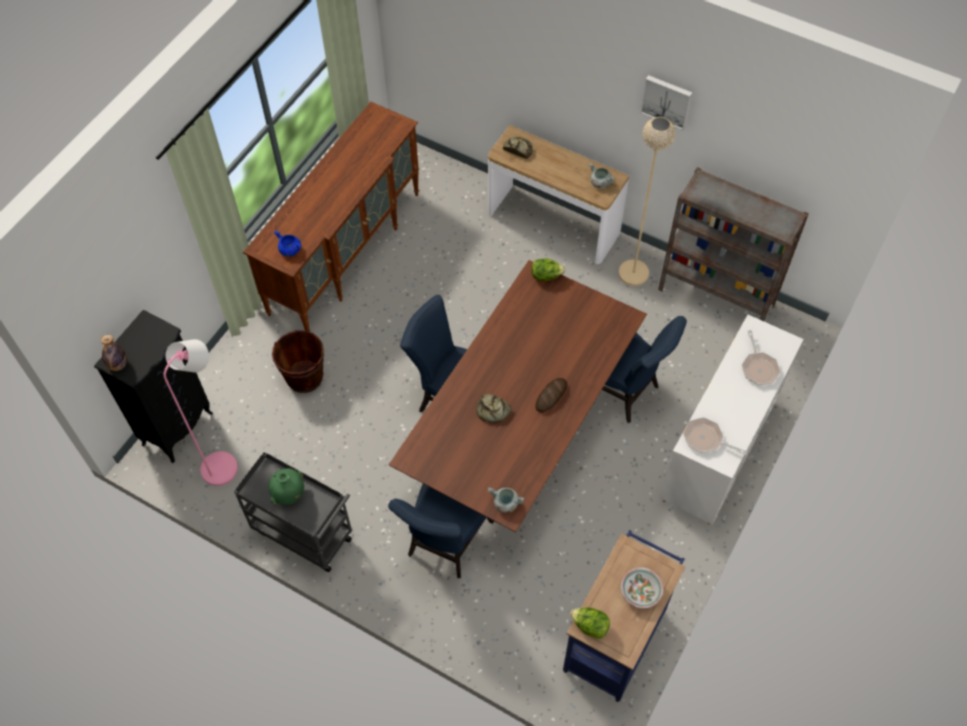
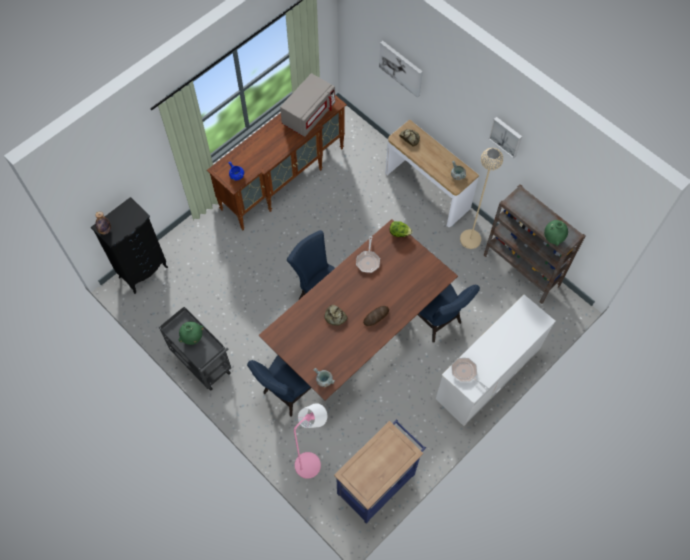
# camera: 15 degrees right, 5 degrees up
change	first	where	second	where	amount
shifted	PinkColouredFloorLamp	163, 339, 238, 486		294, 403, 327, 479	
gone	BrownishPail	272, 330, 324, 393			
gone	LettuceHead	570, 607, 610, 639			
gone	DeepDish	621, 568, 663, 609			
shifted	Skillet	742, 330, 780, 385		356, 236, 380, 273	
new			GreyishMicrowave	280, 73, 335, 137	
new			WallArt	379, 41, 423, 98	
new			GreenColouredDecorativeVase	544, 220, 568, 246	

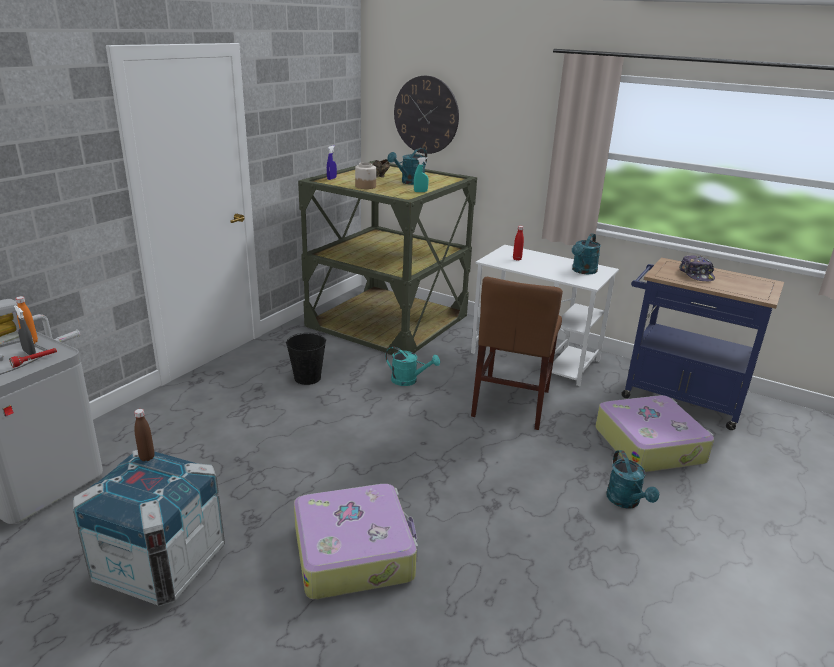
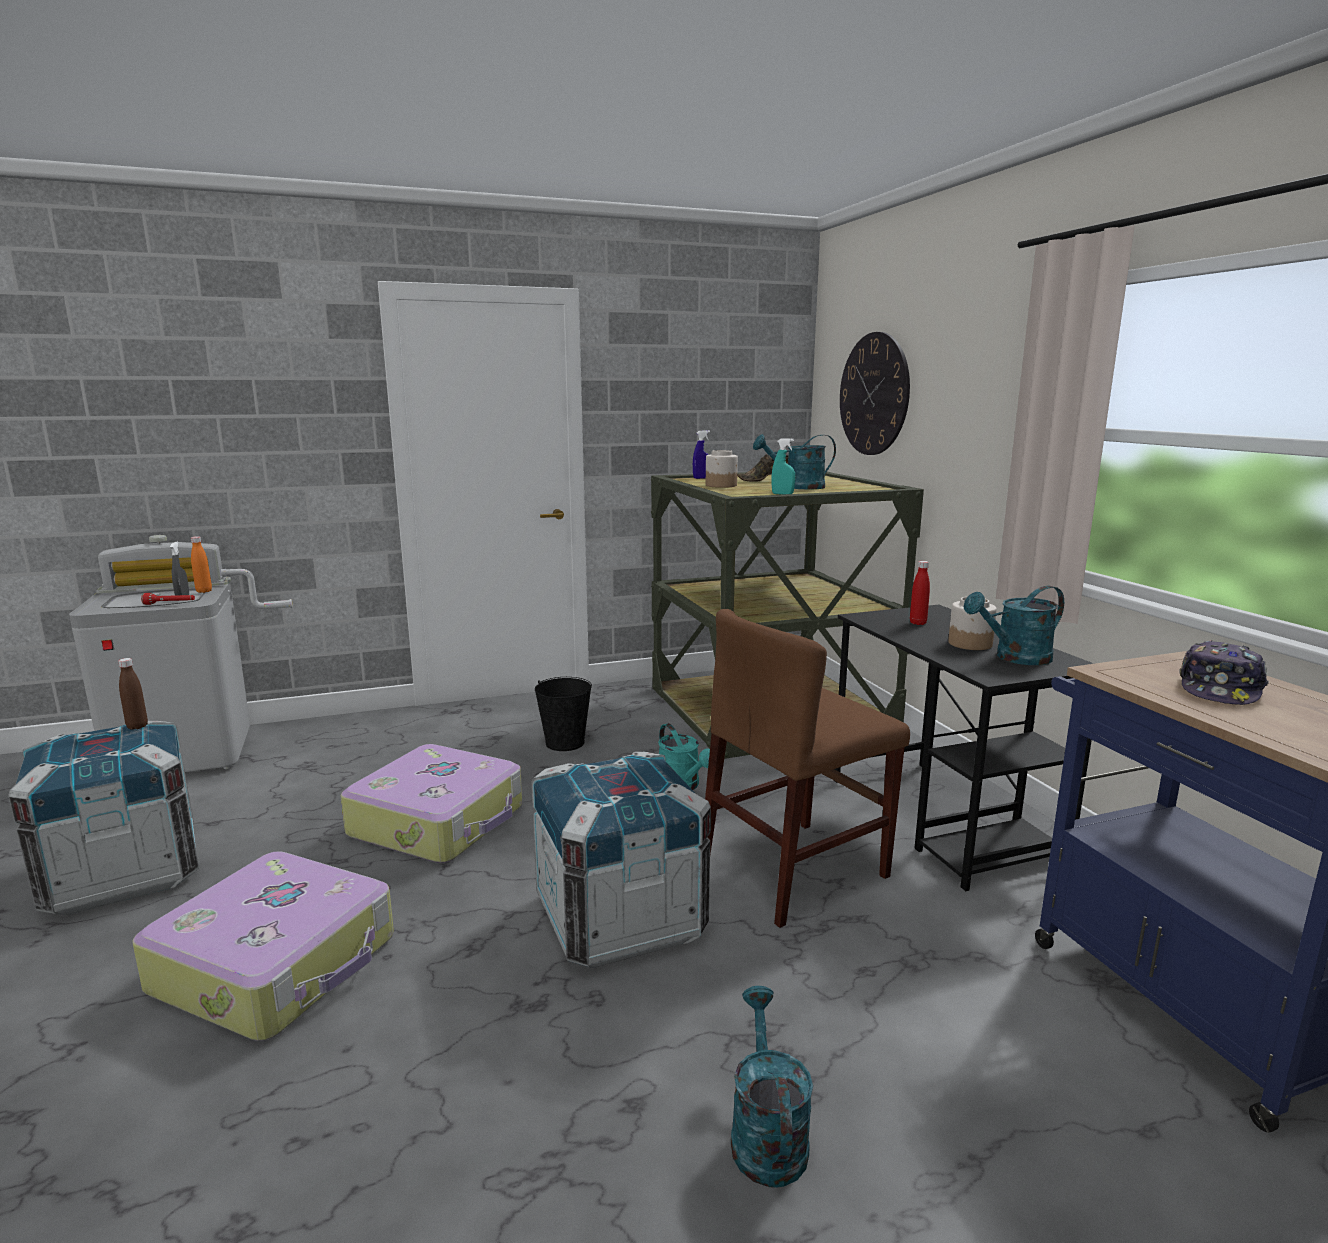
# camera: 40 degrees right, 10 degrees down
change	first	where	second	where	amount
repainted	WhitishDesk	471, 245, 619, 386	BlackColouredDesk	834, 605, 1094, 891	
shifted	PieceOfLuggage	595, 395, 714, 473		341, 744, 522, 863	
rotated	BlueGreenWateringCan	606, 450, 659, 509		731, 986, 813, 1188	150 degrees clockwise
new			Crate	531, 752, 711, 968	
new			StorageJar	948, 597, 997, 650	

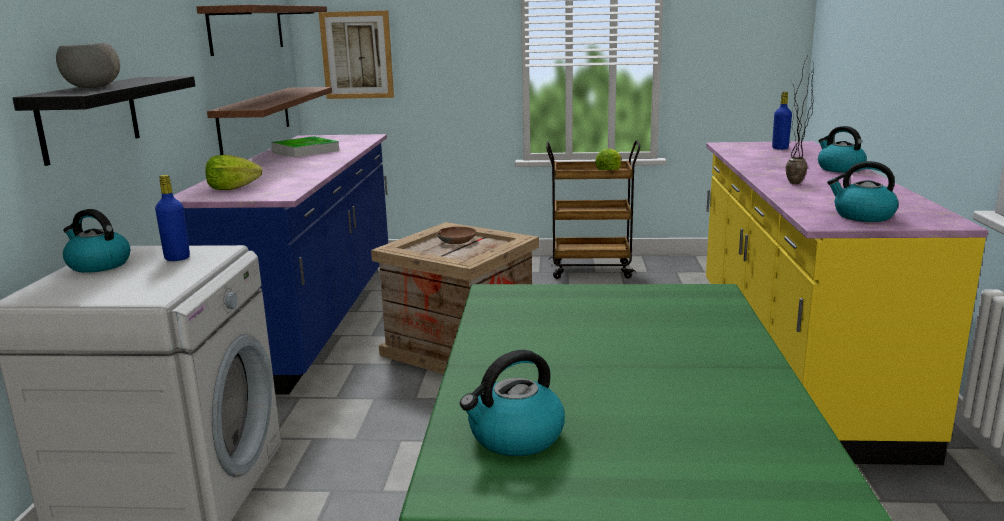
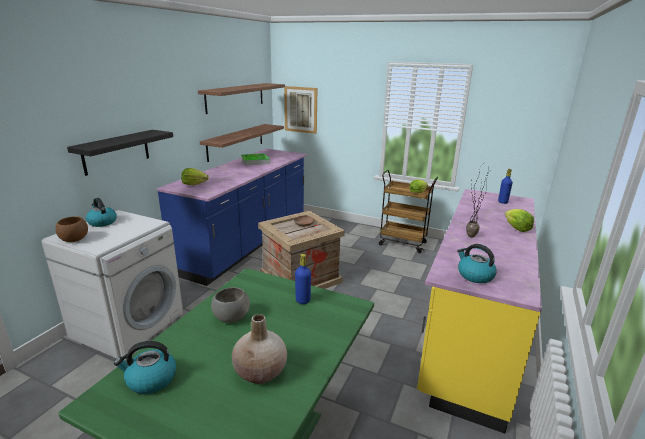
# camera: 20 degrees right, 5 degrees up
change	first	where	second	where	amount
shifted	GreyishDeepDish	56, 43, 120, 88		211, 287, 250, 323	
shifted	BlueBottle	155, 175, 190, 261		295, 254, 311, 304	
swapped	Kettle	818, 126, 867, 173	LettuceHead	505, 209, 534, 232	
new			BrownishDeepDish	55, 216, 88, 242	
new			SandColouredDecorativeVase	232, 314, 287, 384	

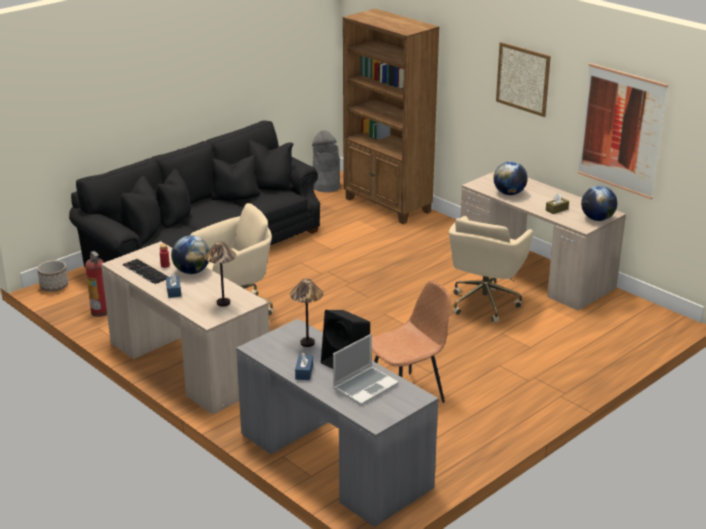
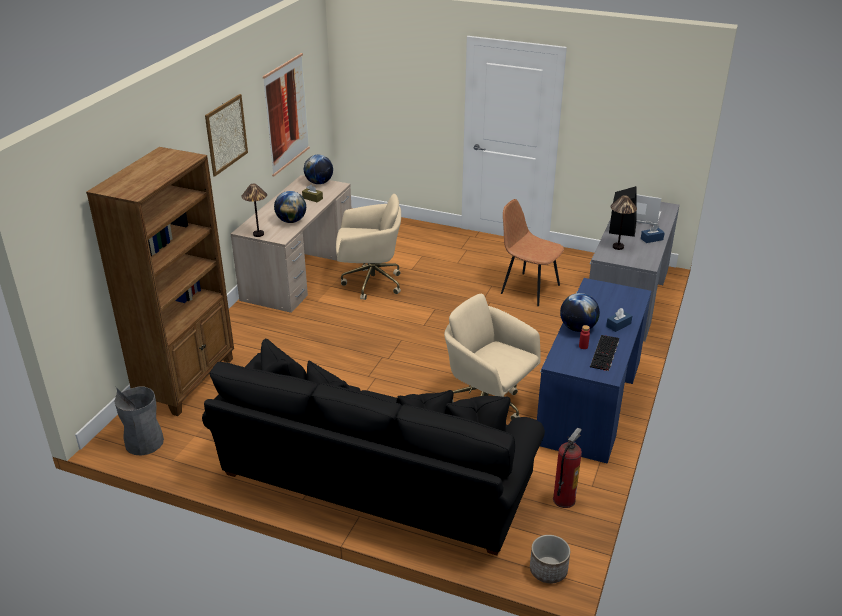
# camera: 115 degrees left, 5 degrees up
change	first	where	second	where	amount
repainted	SandColouredDesk	101, 241, 269, 415	BlueDesk	537, 278, 651, 464	
shifted	LampForATable	205, 241, 236, 307		242, 184, 267, 237	

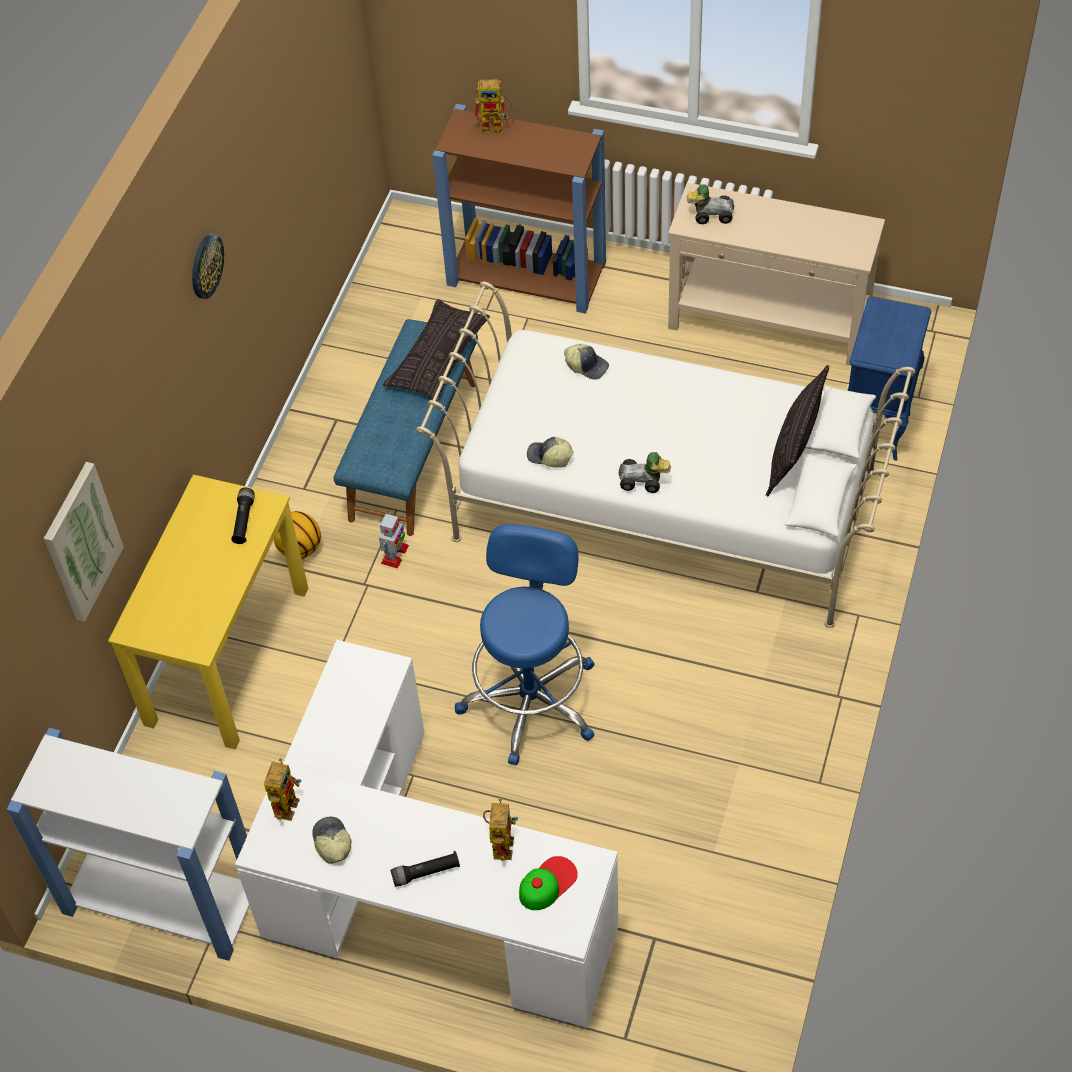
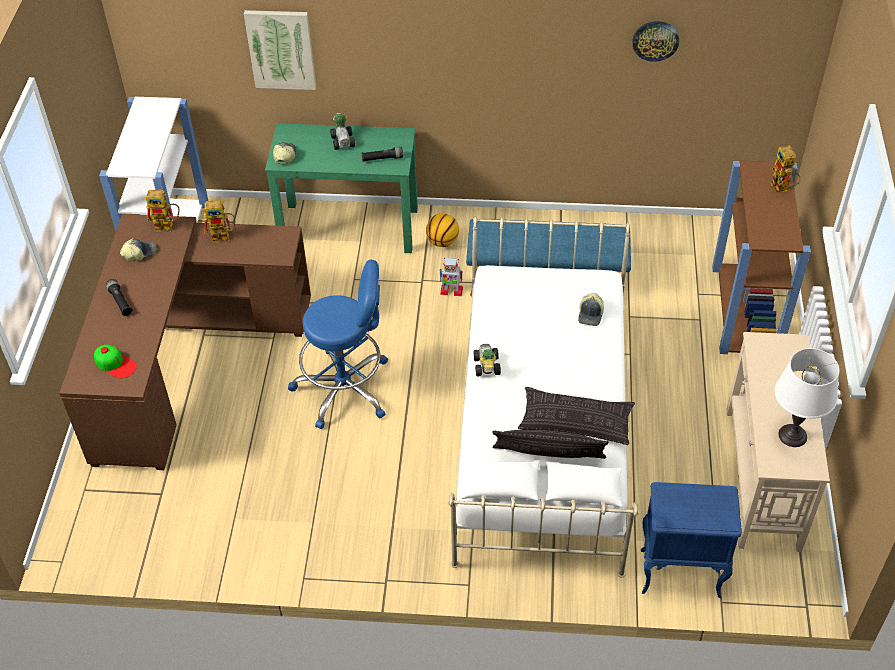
# camera: 75 degrees right, 5 degrees down
change	first	where	second	where	amount
repainted	YellowDesk	108, 475, 308, 750	GreenColouredDesk	265, 123, 418, 253	
shifted	ClockOnTheWall	192, 234, 224, 299		633, 21, 679, 62	
repainted	WhitishDesk	235, 640, 619, 1028	BrownishDesk	59, 214, 311, 470	
shifted	Cushion	383, 299, 490, 402		518, 387, 635, 445	
shifted	ToyRobot	483, 798, 518, 861		204, 200, 235, 243	
shifted	Cap	527, 437, 574, 468		273, 142, 297, 165	
shifted	MiniatureCar	686, 184, 734, 224		330, 113, 355, 150	
new			WhitishLampForATable	775, 348, 839, 447	

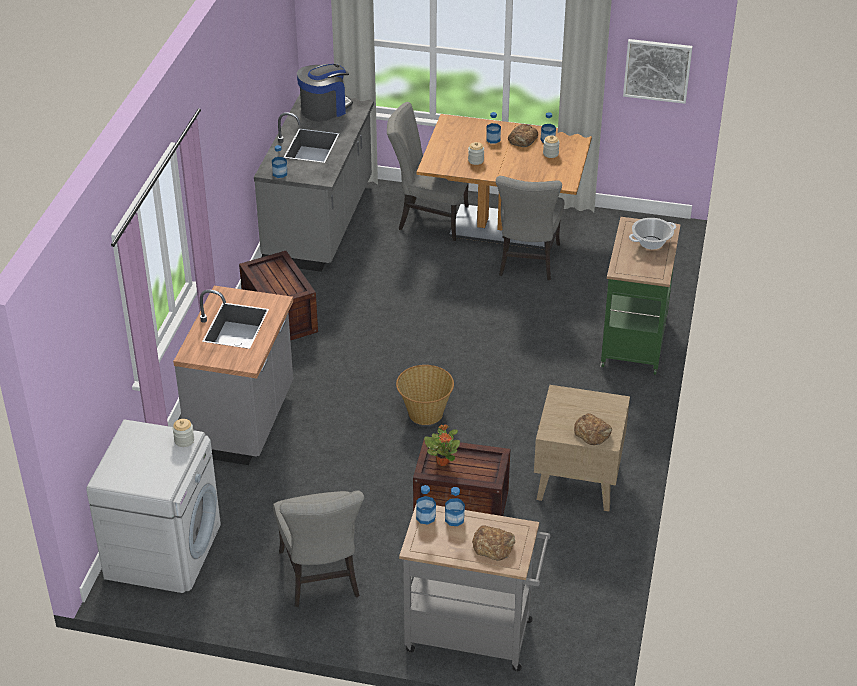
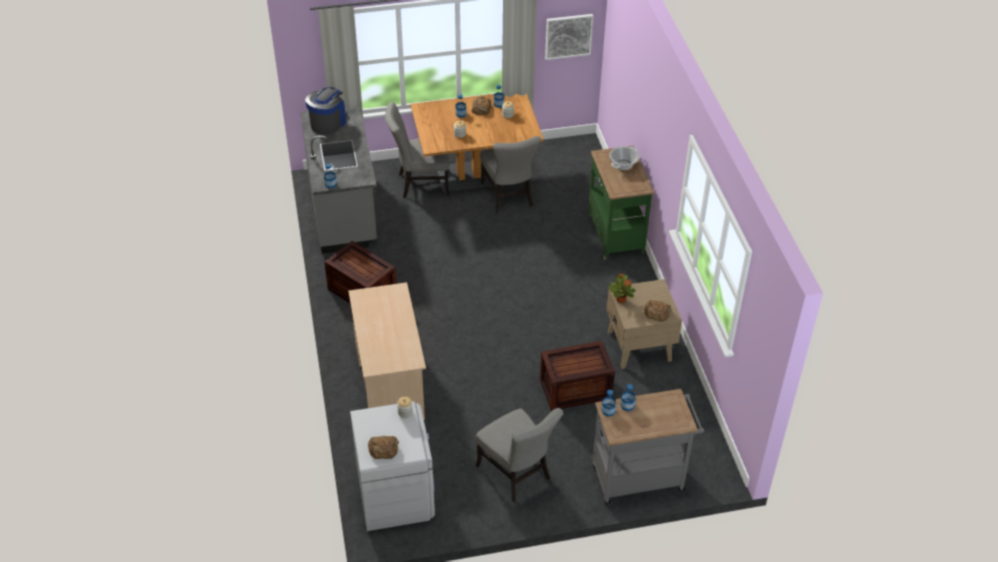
# camera: 25 degrees left, 5 degrees up
change	first	where	second	where	amount
swapped	GreyishCounter	173, 286, 293, 465	SandColouredDesk	348, 282, 426, 420	
gone	StorageBasket	396, 365, 454, 425			
shifted	PottedPlant	424, 424, 460, 466		608, 274, 636, 303	
shifted	BakeryBread	472, 525, 515, 561		368, 436, 399, 459	

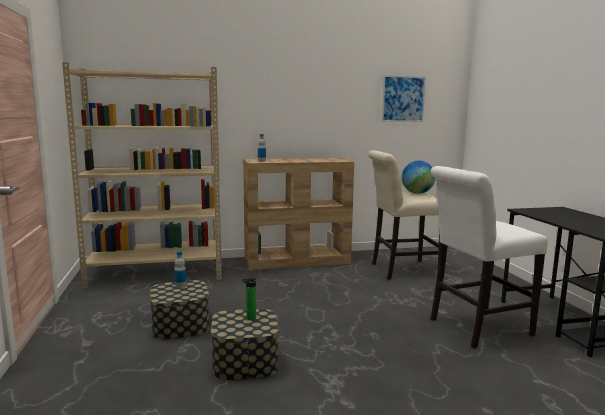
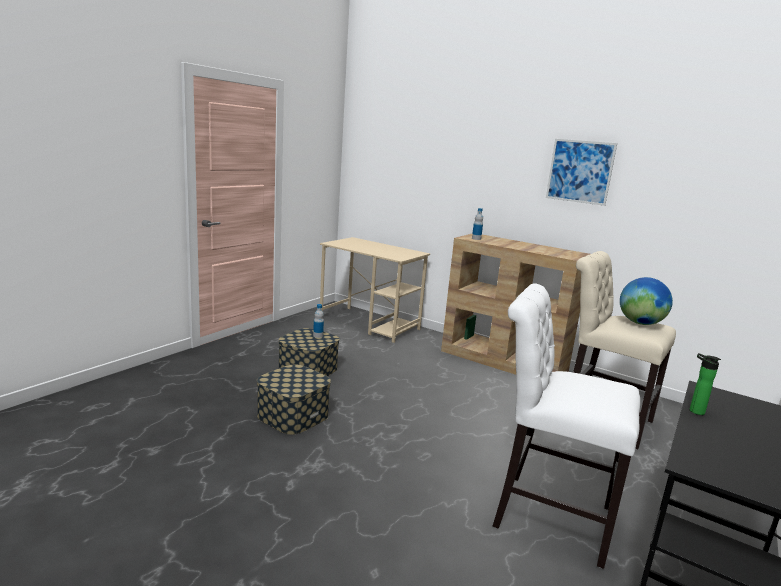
# camera: 45 degrees right, 5 degrees up
change	first	where	second	where	amount
swapped	SandColouredBookcase	62, 62, 222, 289	SandColouredDesk	320, 237, 430, 343	
shifted	Bottle	242, 277, 256, 320		690, 353, 721, 415	
shifted	WallArt	382, 75, 426, 122		546, 139, 617, 206	

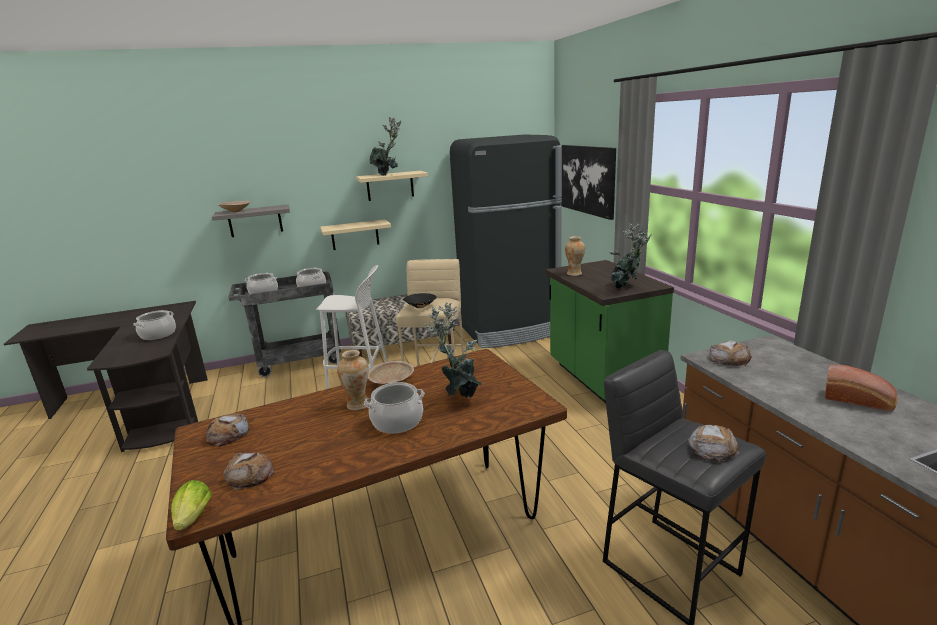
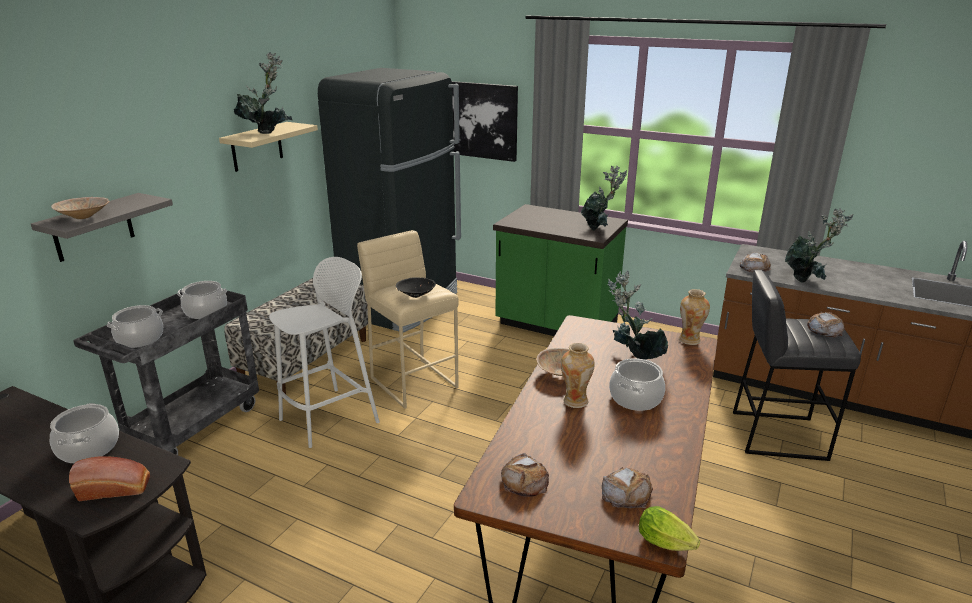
# camera: 45 degrees left, 5 degrees up
change	first	where	second	where	amount
gone	SandColouredBracketShelf	320, 219, 391, 250			
shifted	DecorativeVase	565, 236, 585, 276		679, 289, 710, 345	
shifted	BakeryBread	825, 364, 897, 411		69, 456, 150, 501	
new			PottedPlant	785, 208, 854, 283	

